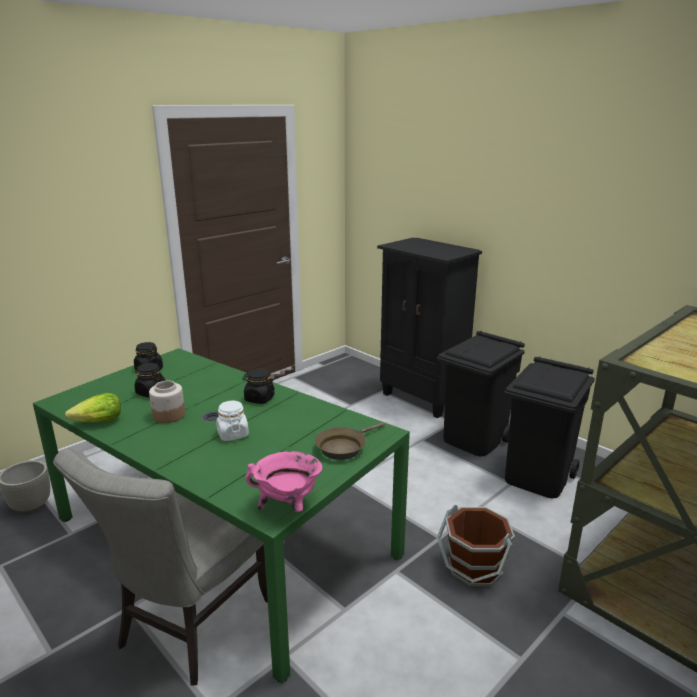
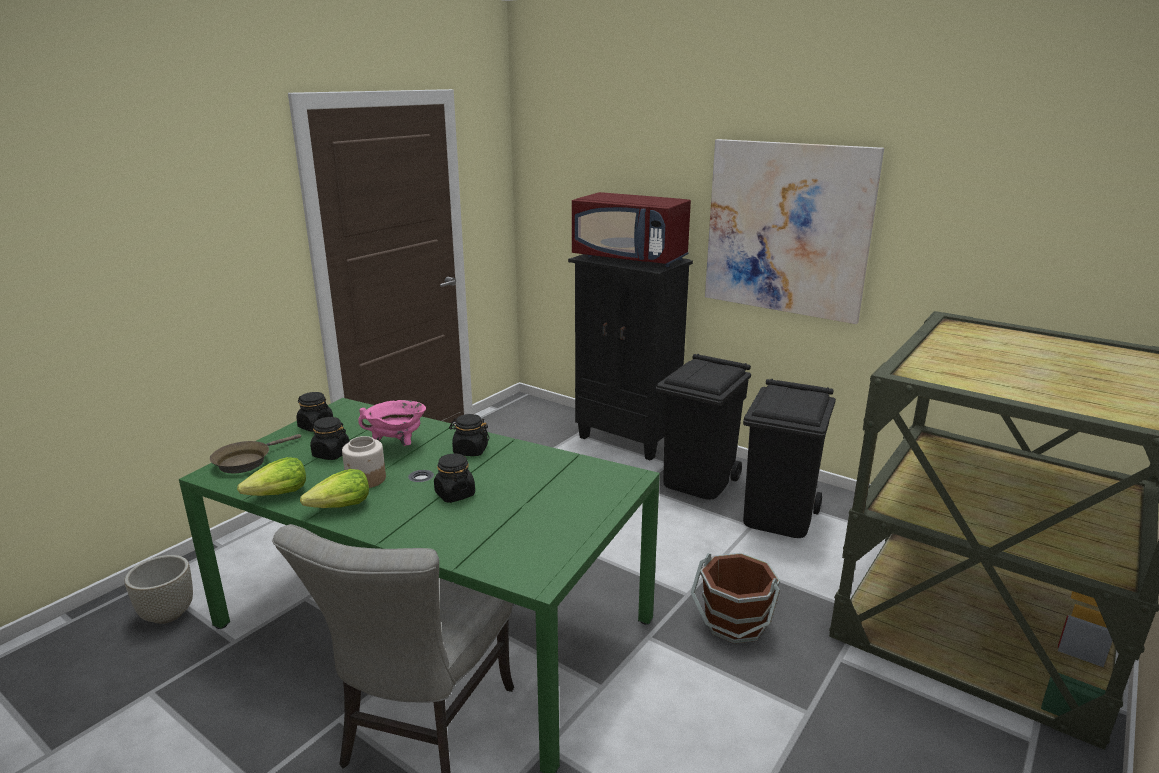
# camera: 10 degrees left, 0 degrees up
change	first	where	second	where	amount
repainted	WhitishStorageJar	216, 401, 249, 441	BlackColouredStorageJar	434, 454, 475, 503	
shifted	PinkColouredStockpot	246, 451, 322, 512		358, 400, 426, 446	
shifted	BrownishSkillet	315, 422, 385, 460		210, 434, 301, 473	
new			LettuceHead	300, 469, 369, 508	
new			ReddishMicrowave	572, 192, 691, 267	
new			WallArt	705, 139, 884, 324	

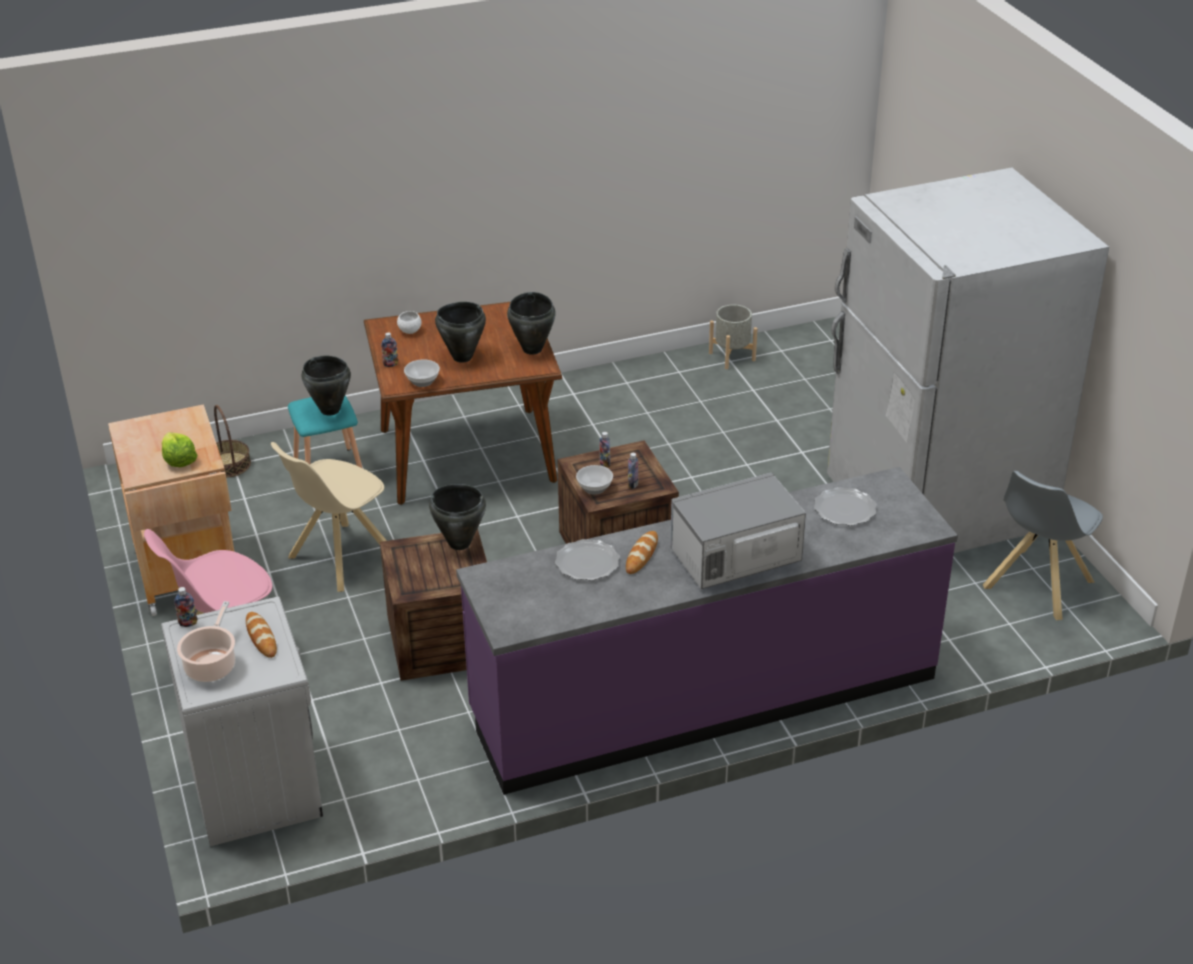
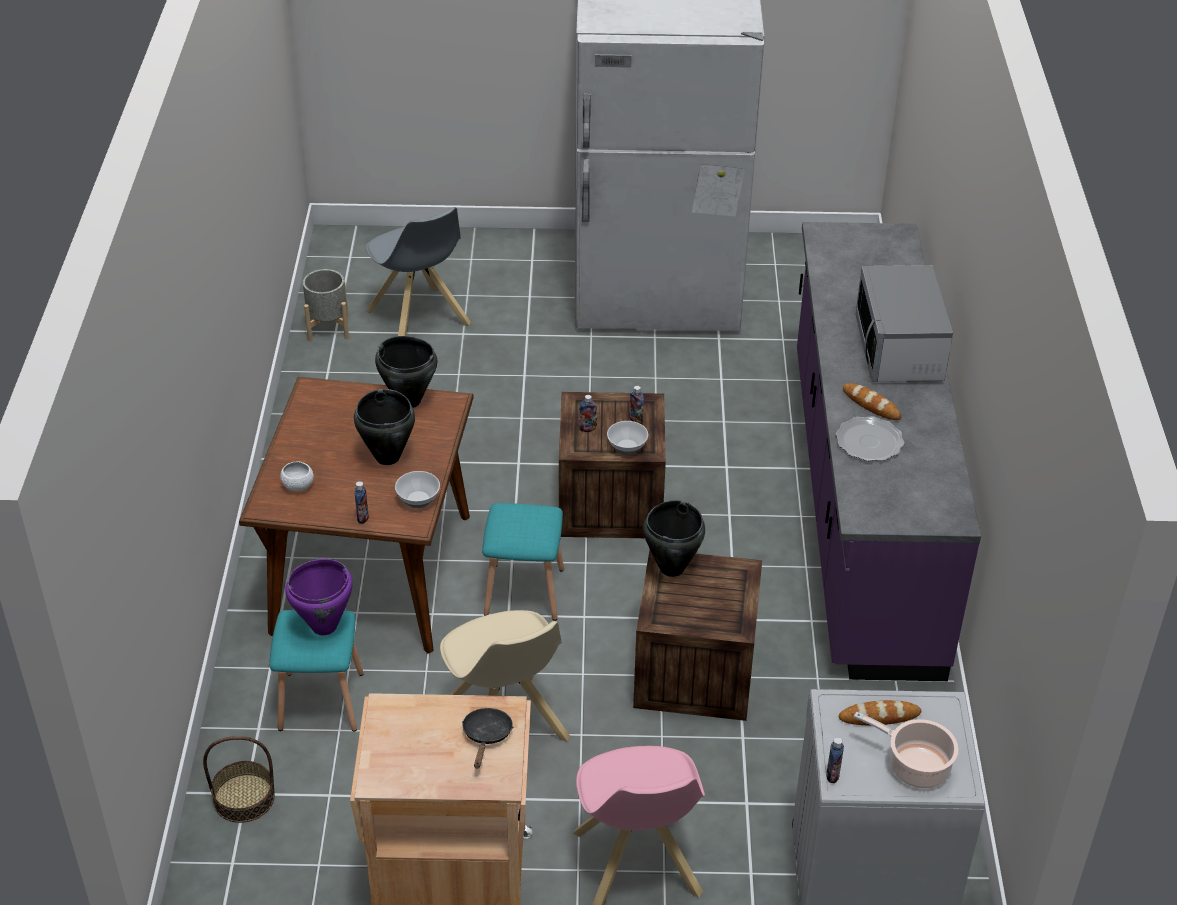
# camera: 70 degrees left, 5 degrees up
change	first	where	second	where	amount
swapped	LettuceHead	161, 432, 198, 467	BlackColouredSkillet	462, 708, 513, 769	
repainted	BlackColouredStockpot	302, 356, 351, 416	PurplishStockpot	285, 559, 353, 635	
gone	Plate	814, 487, 877, 526			
shifted	GreyishUprightChair	983, 471, 1103, 620		365, 207, 471, 336	
new			BlueGreenStool	482, 503, 564, 621	

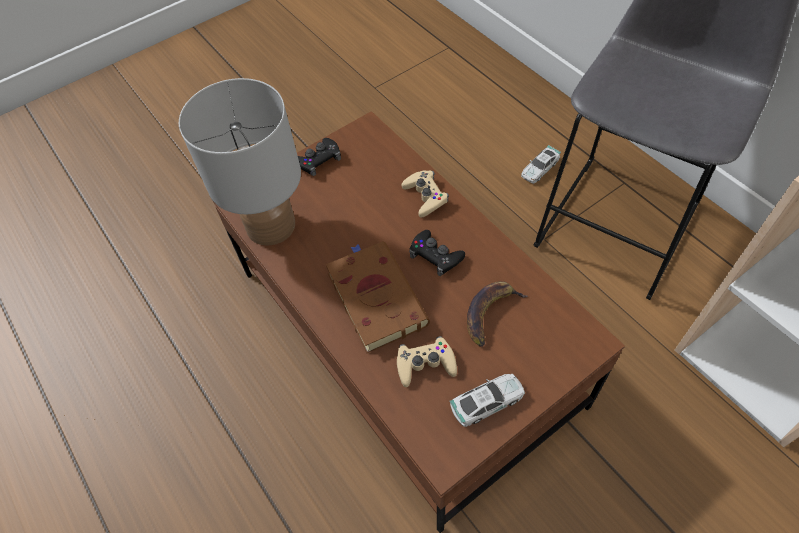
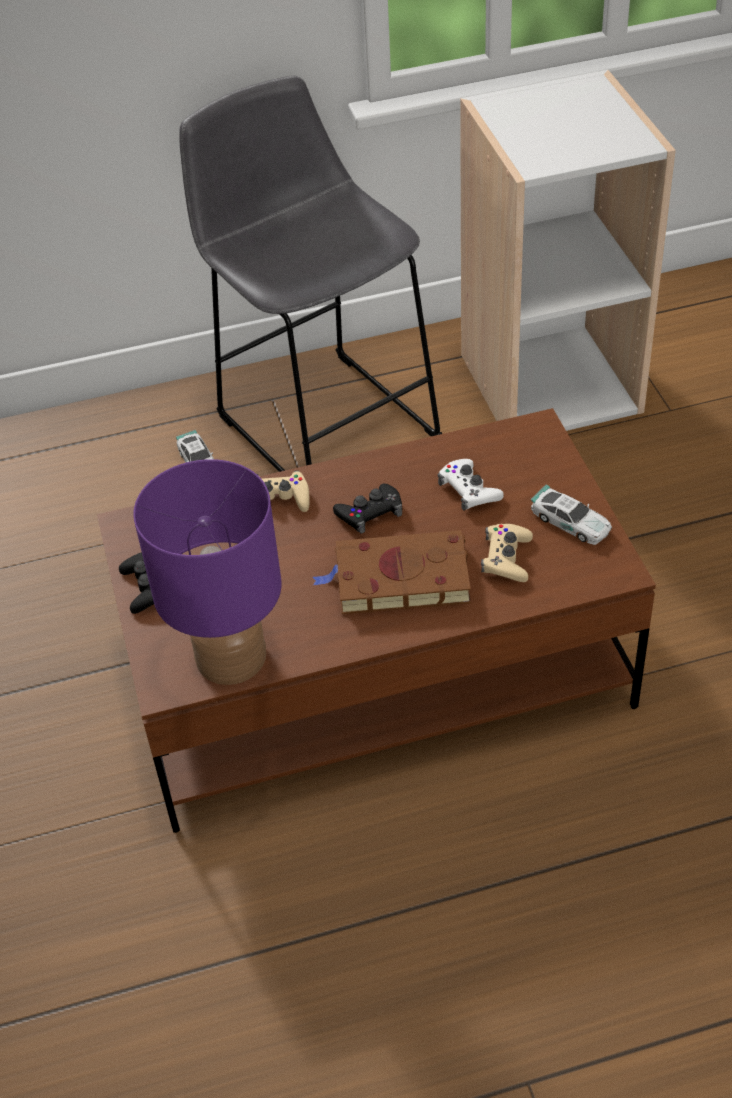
# camera: 70 degrees left, 10 degrees down
change	first	where	second	where	amount
repainted	GreyishLampForATable	179, 78, 301, 245	PurplishLampForATable	133, 459, 282, 685	
rotated	MiniatureCar	449, 374, 525, 427		530, 484, 612, 545	135 degrees clockwise
swapped	Banana	467, 281, 528, 347	WhitishGameController	437, 459, 504, 511	

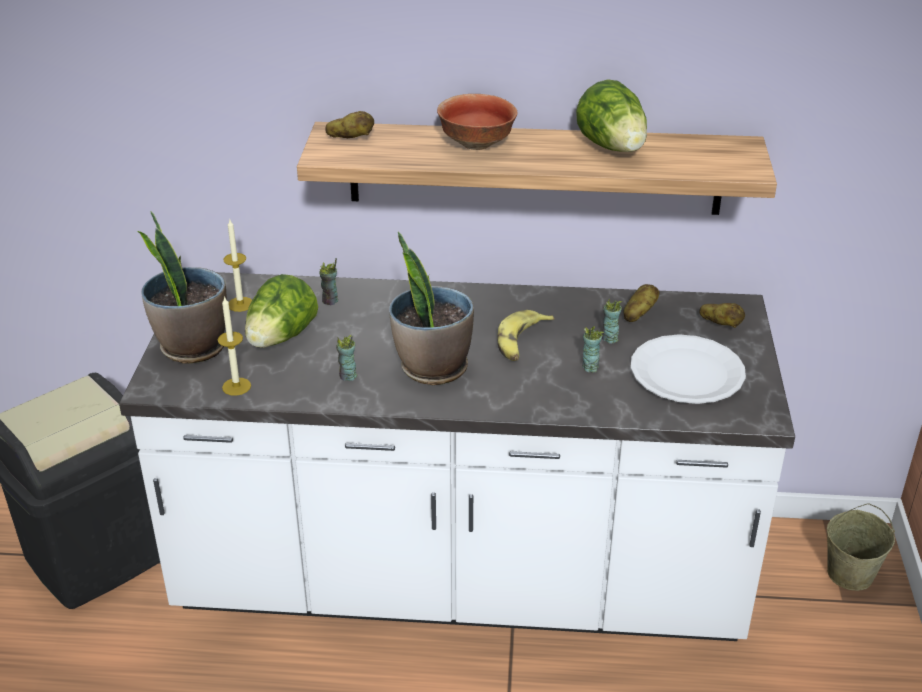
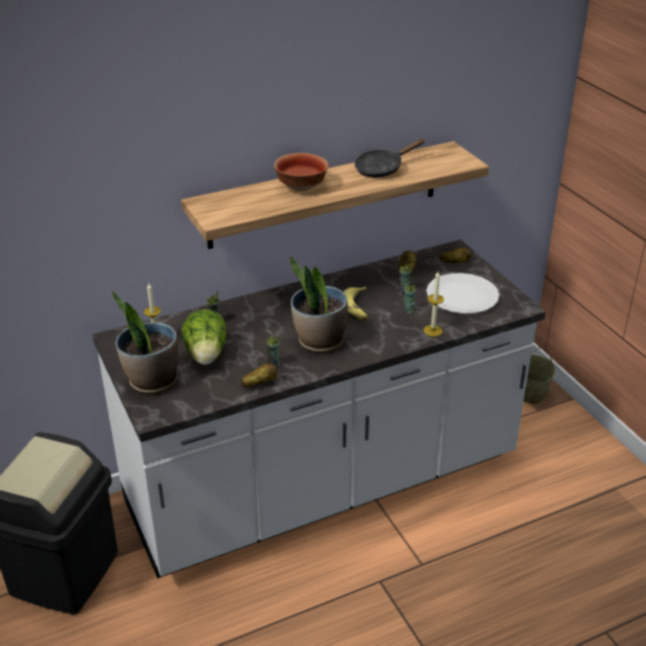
# camera: 30 degrees left, 0 degrees up
change	first	where	second	where	amount
shifted	WaxLight	217, 296, 251, 396		424, 272, 444, 336	
shifted	WholePotato	325, 111, 374, 138		241, 364, 277, 387	
swapped	LettuceHead	576, 79, 647, 152	BlackColouredSkillet	355, 139, 425, 178	

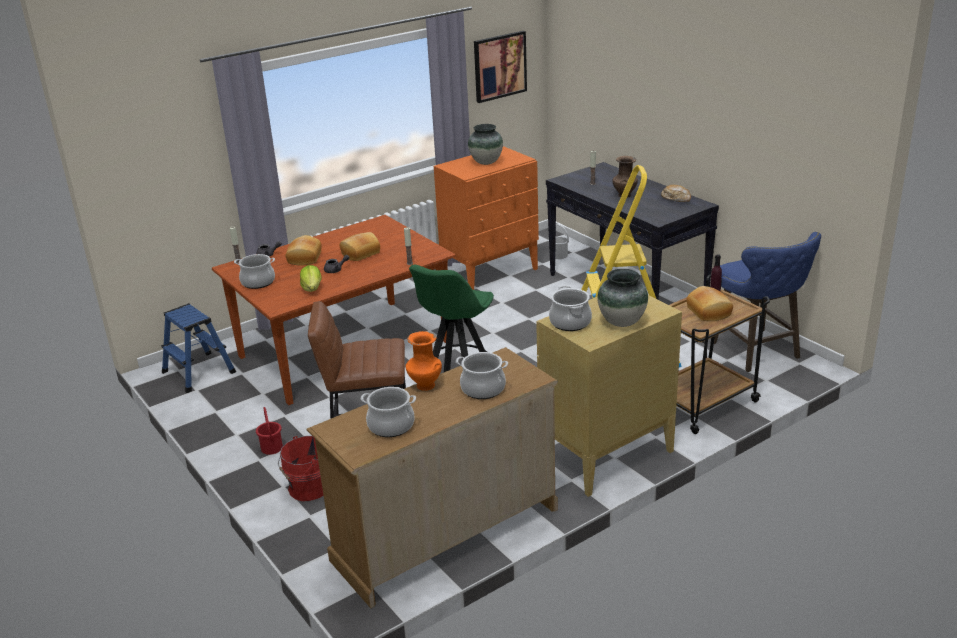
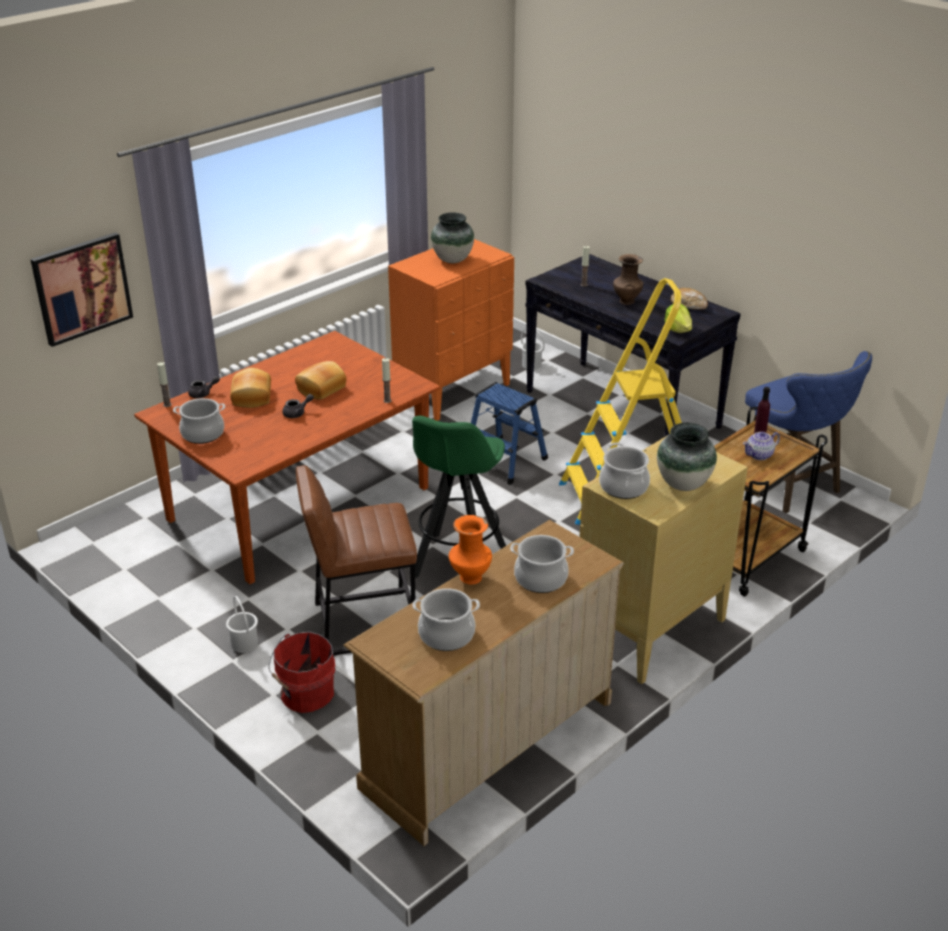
# camera: 10 degrees left, 5 degrees up
change	first	where	second	where	amount
shifted	BlueStepStool	161, 303, 236, 393		471, 382, 548, 485	
repainted	ReddishPail	256, 407, 283, 455	WhitishPail	226, 596, 258, 653	
shifted	LettuceHead	300, 265, 322, 292		664, 304, 692, 333	
shifted	WallArt	474, 31, 527, 103		30, 232, 133, 347	
swapped	BakeryBread	686, 286, 733, 321	TeaPot	743, 432, 780, 460	

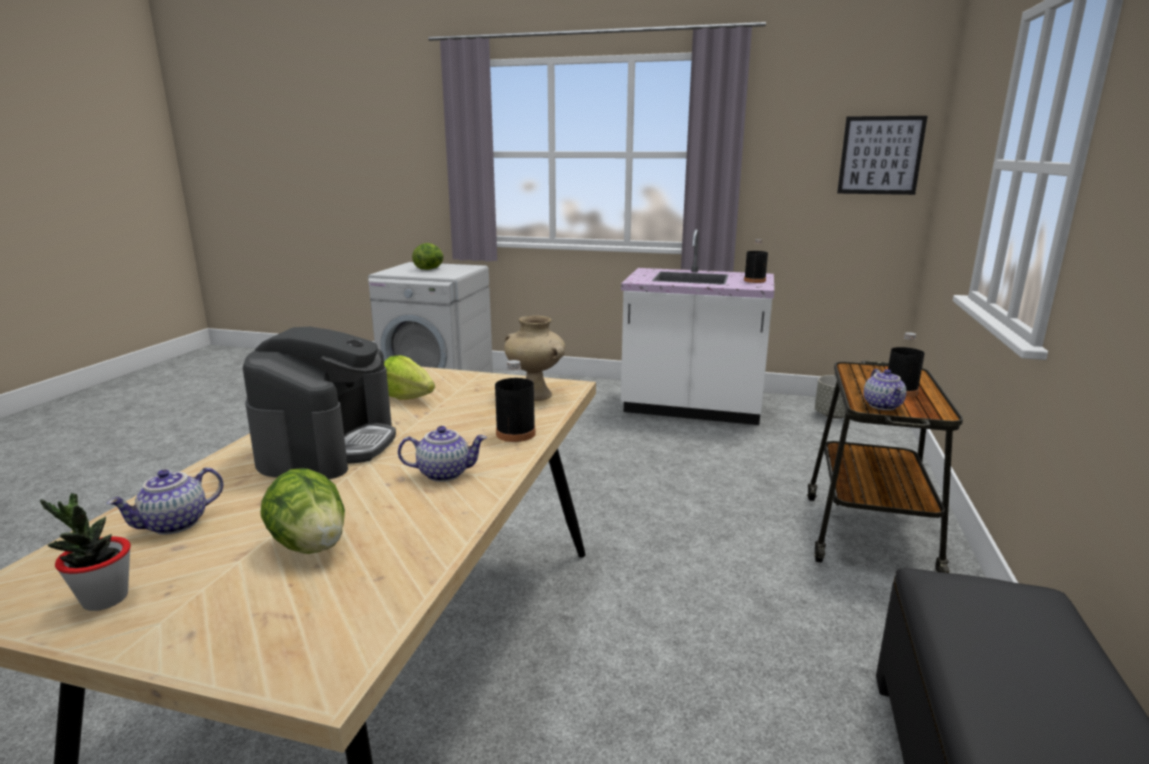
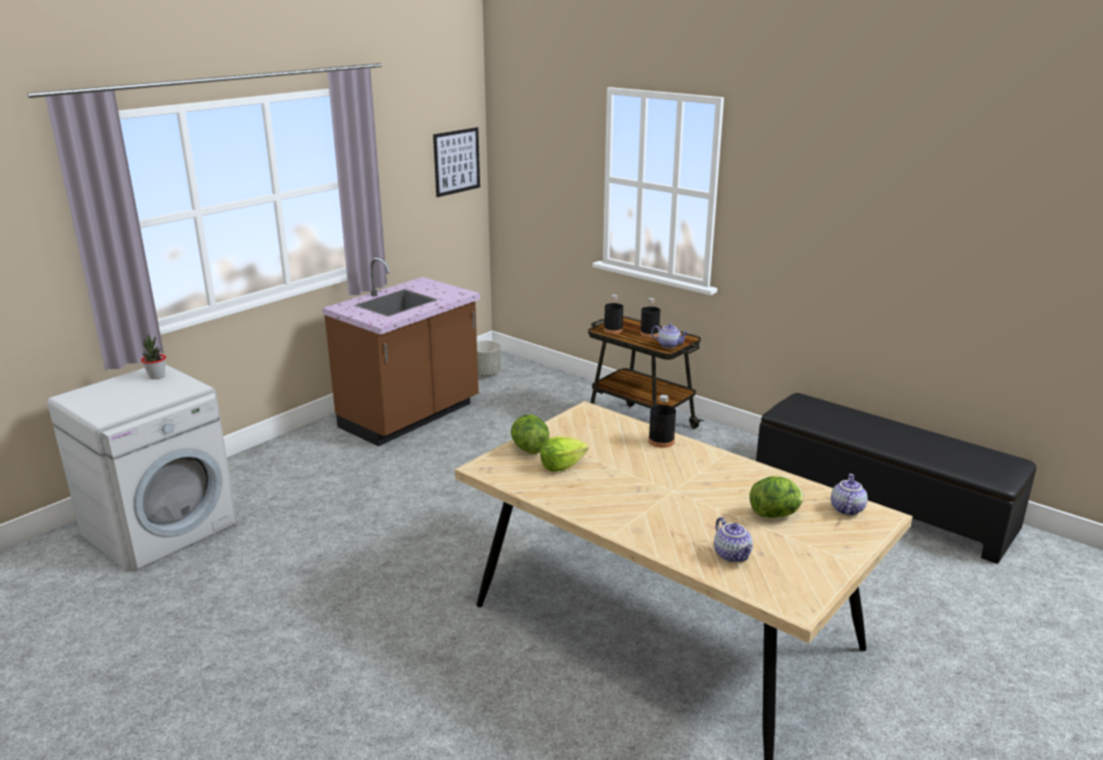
# camera: 65 degrees left, 5 degrees up
change	first	where	second	where	amount
shifted	PottedPlant	40, 493, 131, 611		141, 335, 166, 379	
gone	CoffeeMaker	243, 327, 396, 479			
shifted	TeaPot	398, 426, 487, 482		831, 474, 868, 515	
shifted	LettuceHead	412, 243, 444, 270		511, 414, 549, 454	
gone	SandColouredDecorativeVase	504, 316, 565, 401			
repainted	WhitishCounter	621, 229, 774, 425	BrownishCounter	323, 257, 480, 446	
shifted	BlackColouredBottle	744, 239, 768, 283		604, 295, 624, 334	

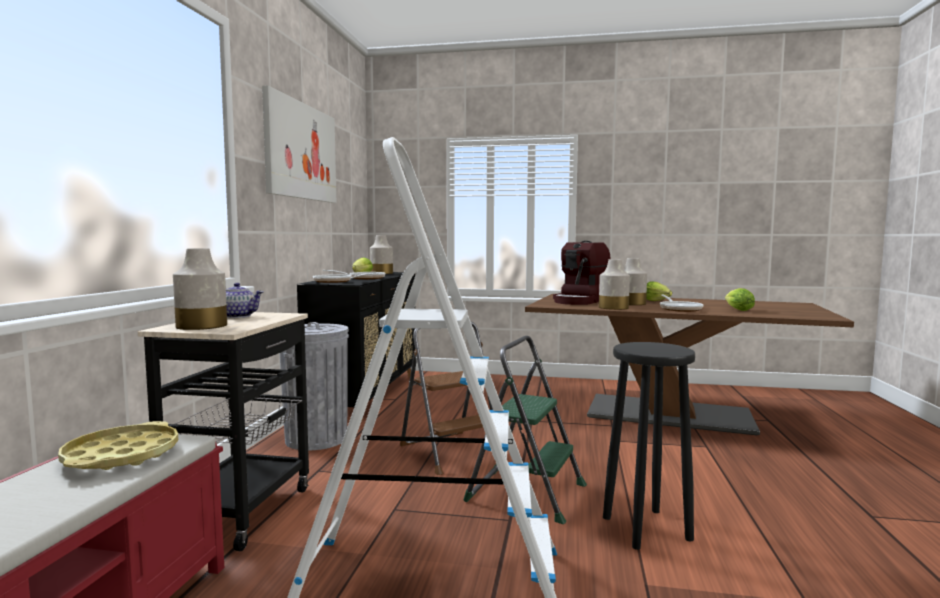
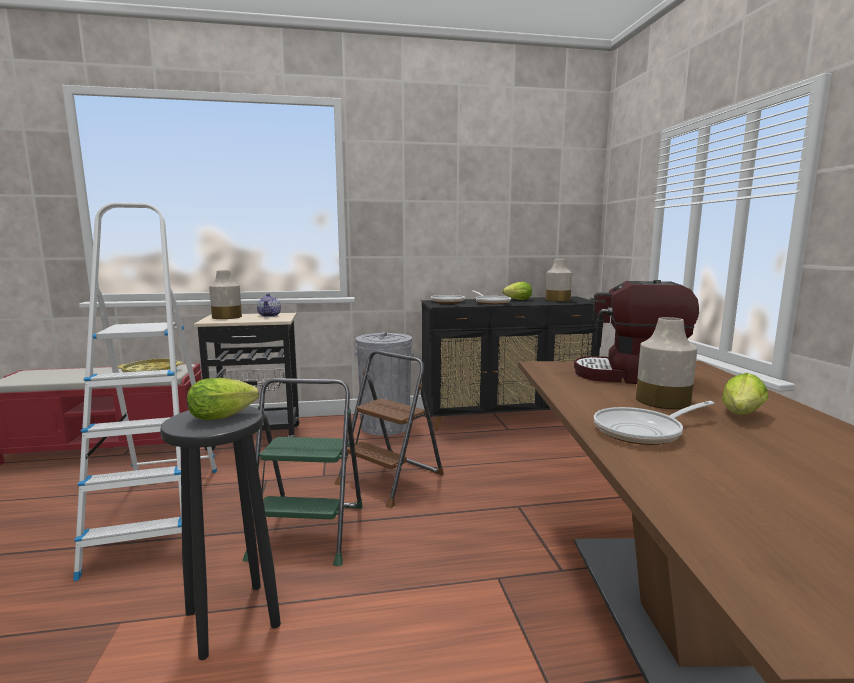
# camera: 70 degrees right, 5 degrees up
change	first	where	second	where	amount
gone	WallArt	262, 85, 336, 203			
gone	SandColouredDecorativeVase	599, 259, 630, 310			
shifted	LettuceHead	725, 288, 755, 311		187, 378, 259, 420	

